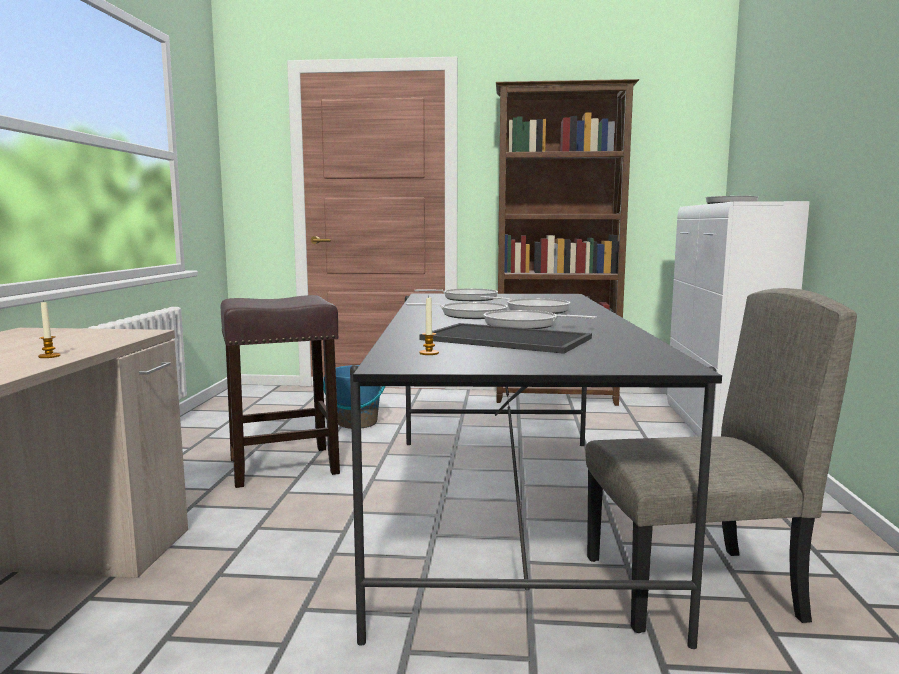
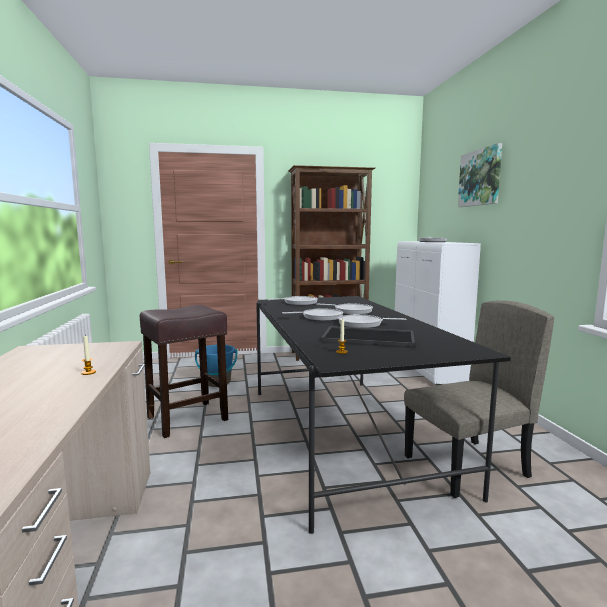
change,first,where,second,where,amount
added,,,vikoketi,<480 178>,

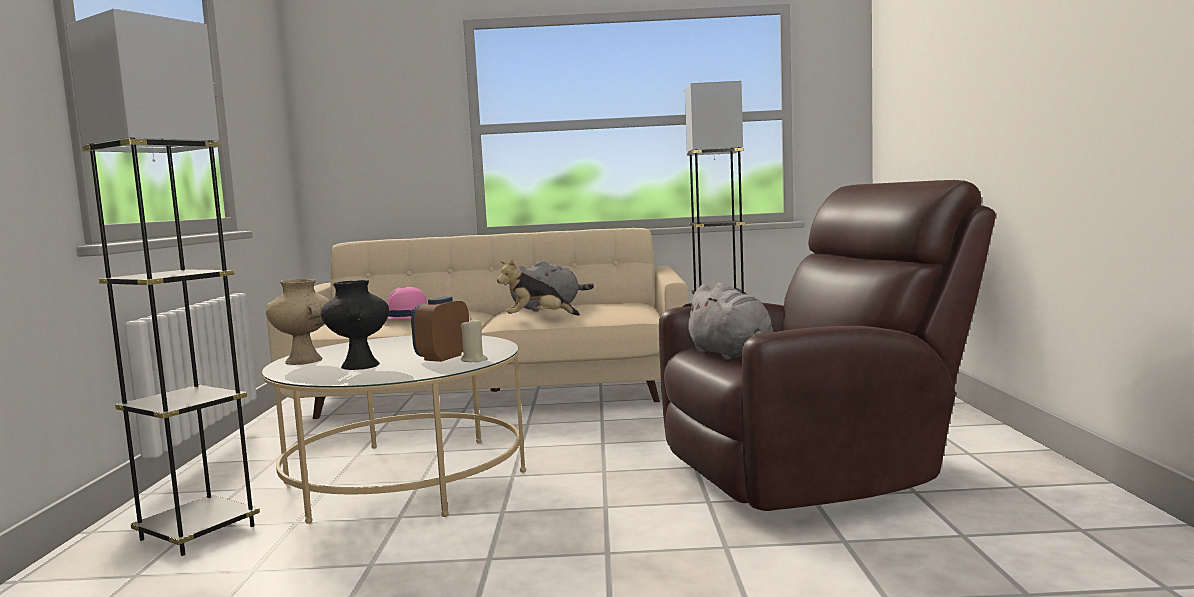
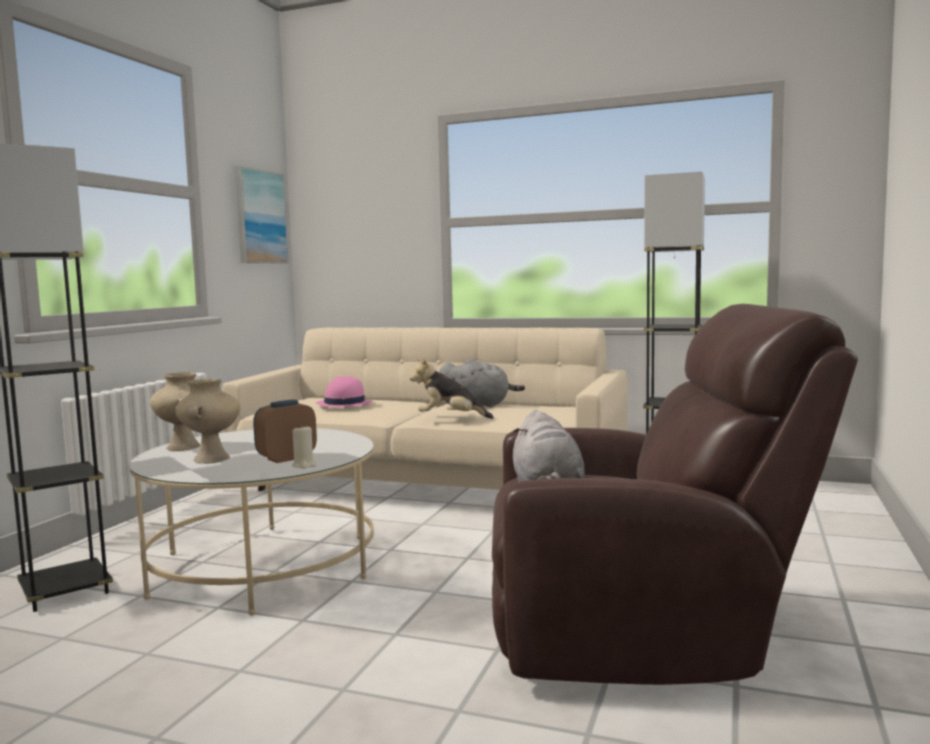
change,first,where,second,where,amount
recoloured,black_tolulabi,<359 366>,beige_tolulabi,<211 459>,
added,,,vikoketi,<260 217>,

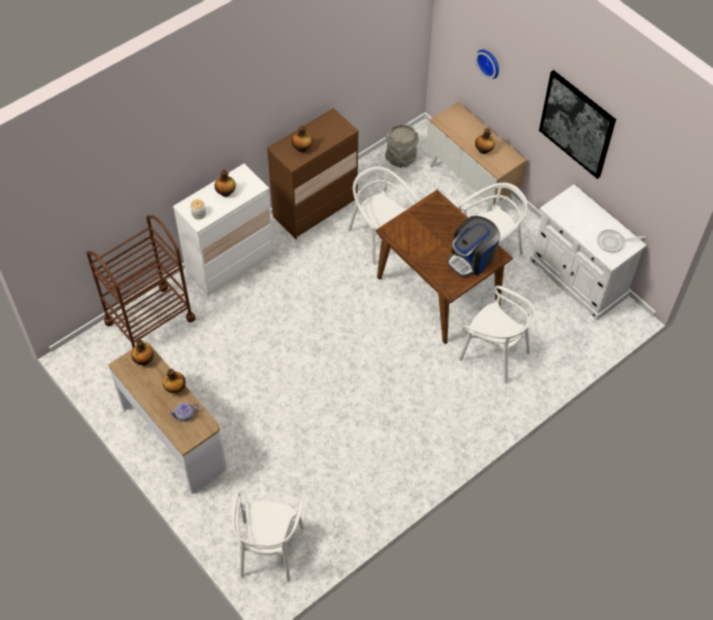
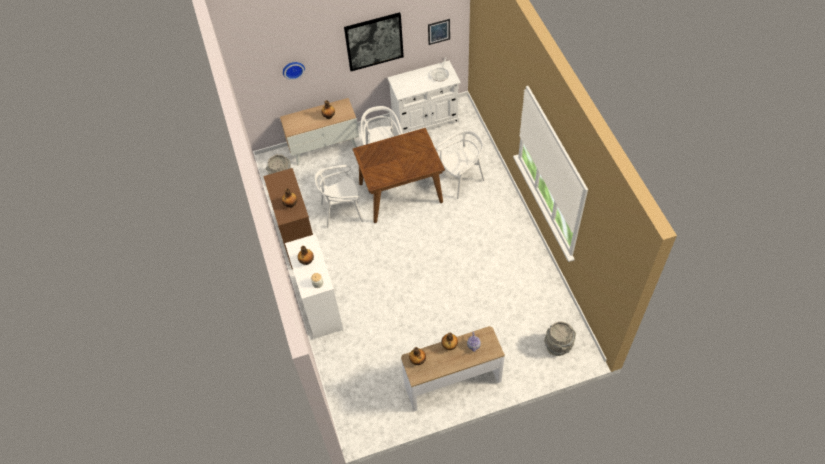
change,first,where,second,where,amount
removed,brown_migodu,<150 320>,,,
replaced,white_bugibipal,<269 550>,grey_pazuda,<558 346>,
removed,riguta,<472 258>,,,
added,,,vikoketi,<439 31>,

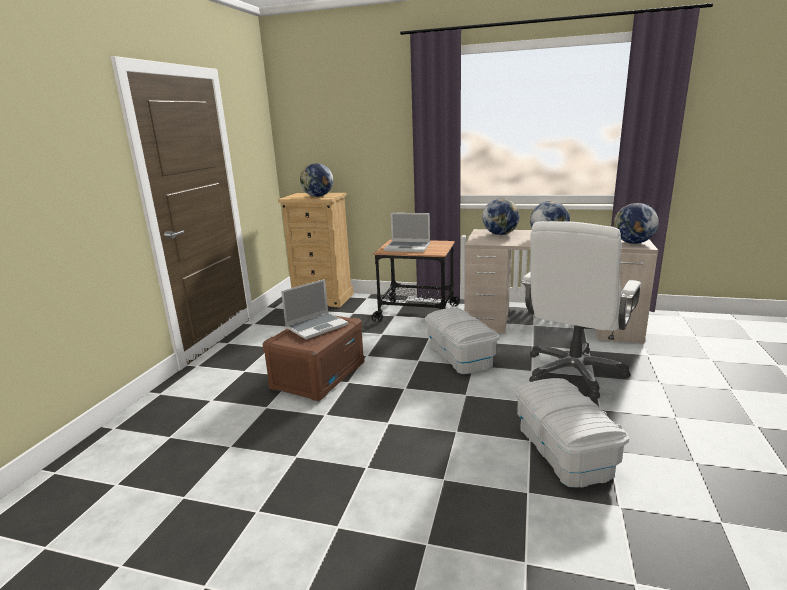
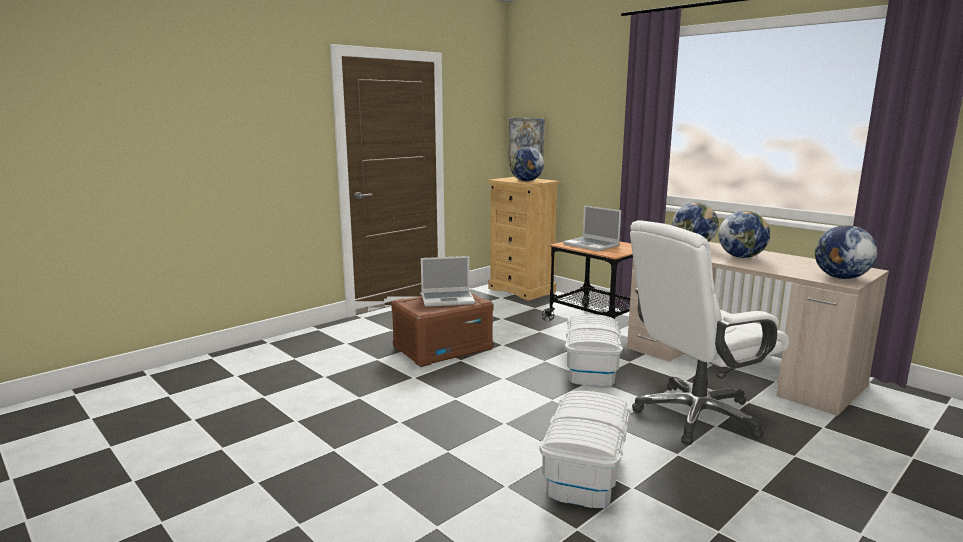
change,first,where,second,where,amount
added,,,vikoketi,<527 140>,

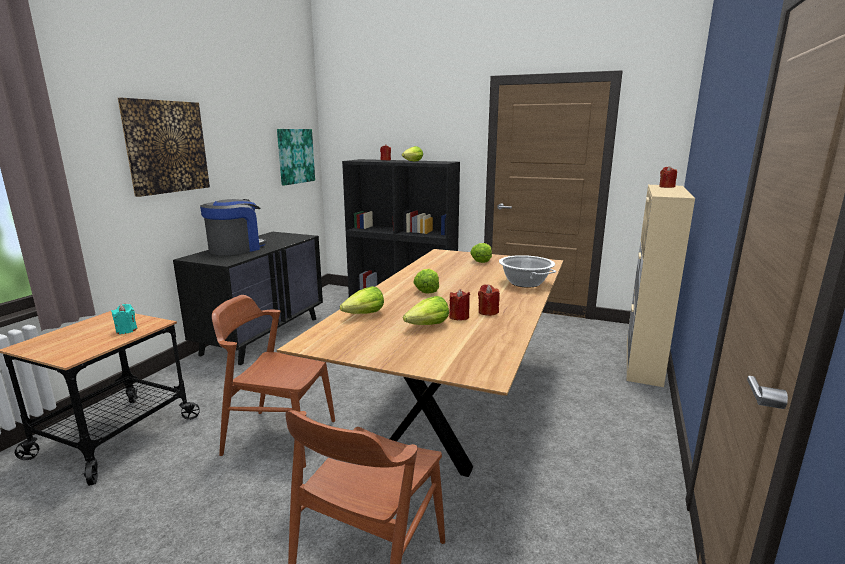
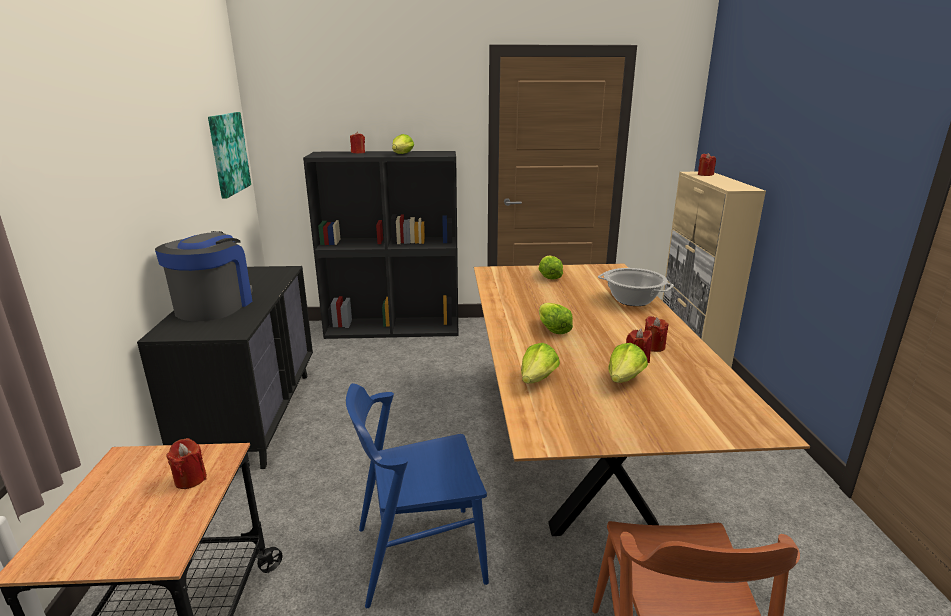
change,first,where,second,where,amount
recoloured,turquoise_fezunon,<126 330>,red_fezunon,<190 479>,
removed,vikoketi,<166 147>,,,
recoloured,brown_bugibipal,<280 437>,blue_bugibipal,<419 554>,

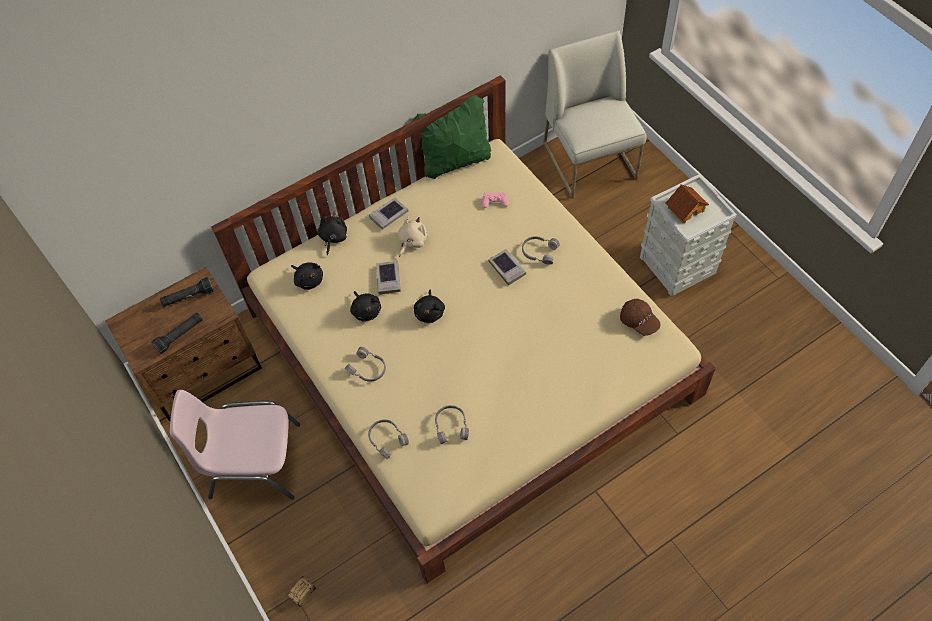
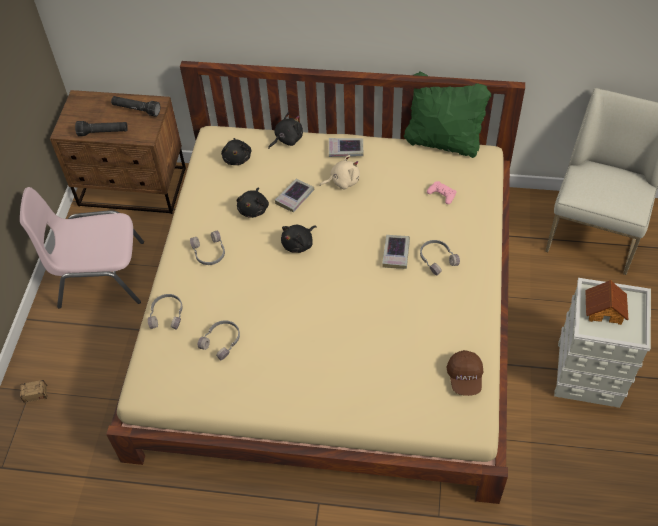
change,first,where,second,where,amount
turned,pink_bugibipal,<253 461>,,<100 275>,45 degrees counterclockwise

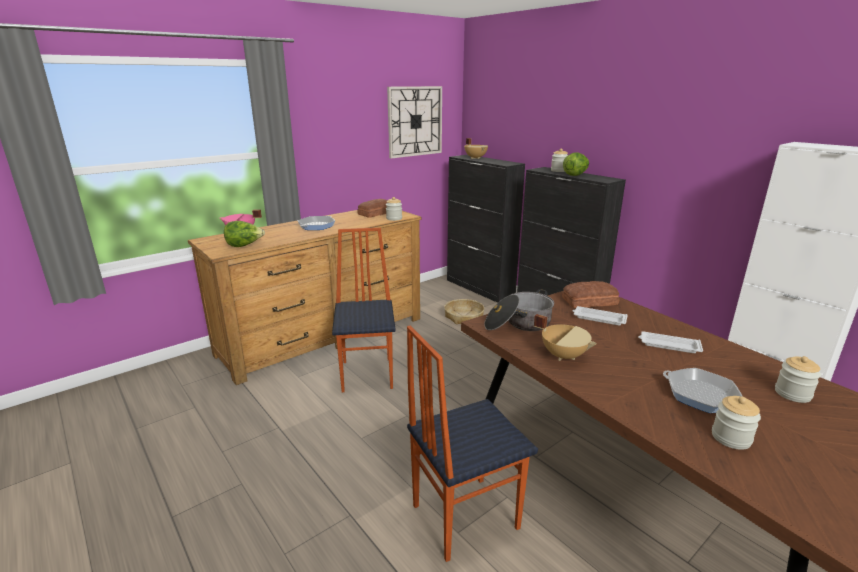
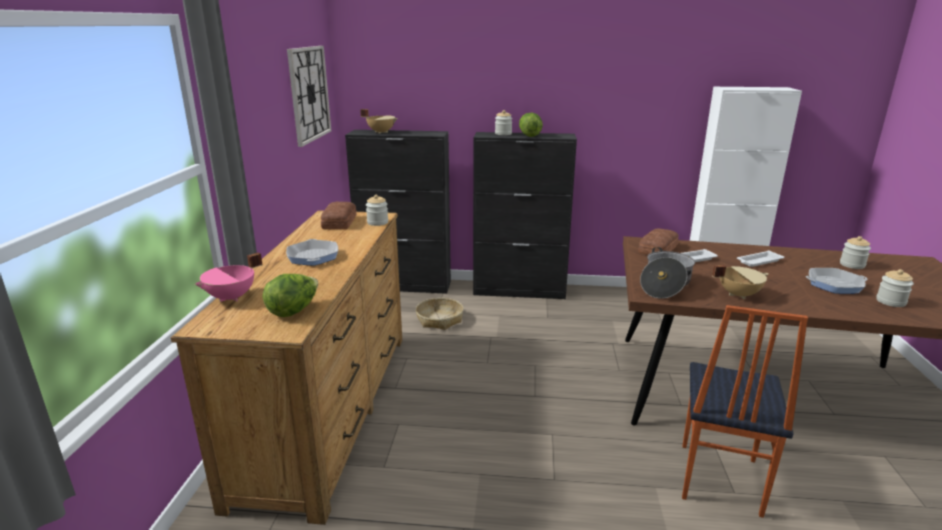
change,first,where,second,where,amount
removed,bugibipal,<368 374>,,,

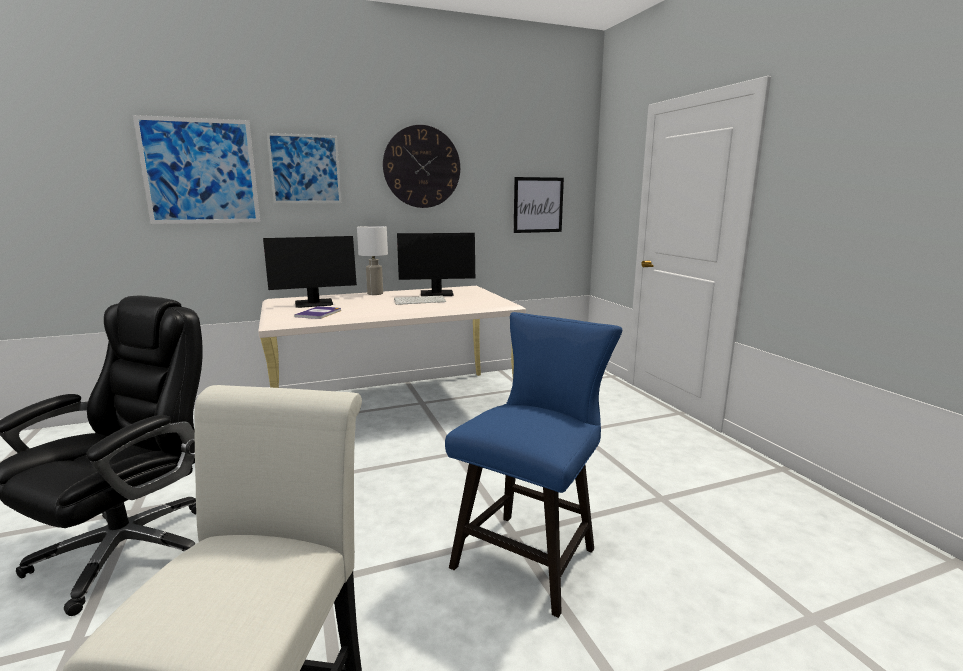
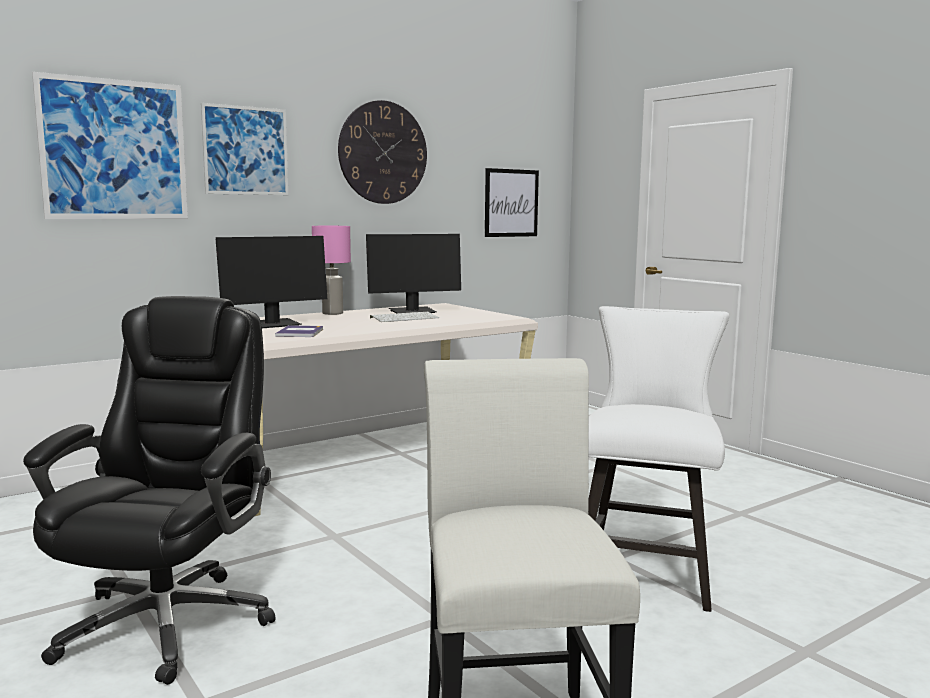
change,first,where,second,where,amount
recoloured,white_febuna,<375 294>,pink_febuna,<333 313>,
recoloured,blue_bugibipal,<531 553>,white_bugibipal,<645 569>,

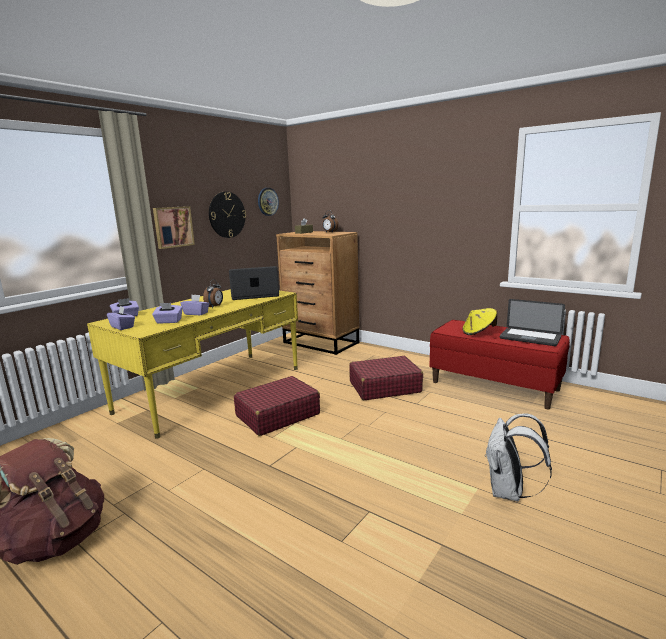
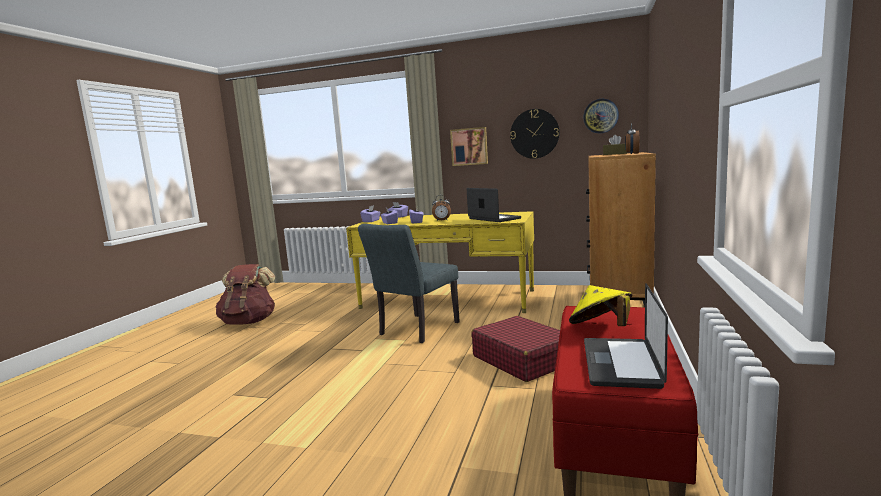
change,first,where,second,where,amount
replaced,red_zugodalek,<277 415>,grey_bugibipal,<415 330>,
removed,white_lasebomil,<509 492>,,,

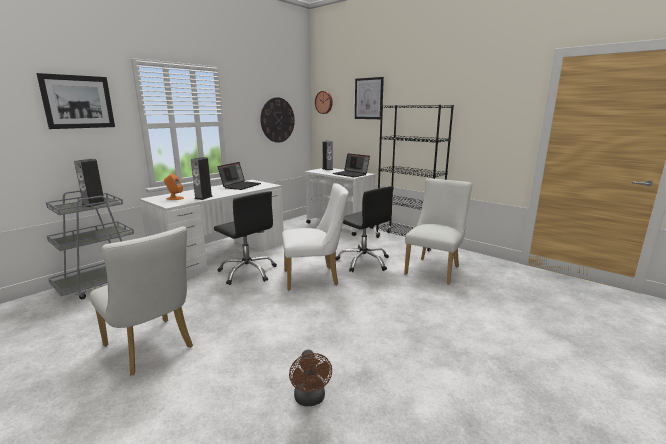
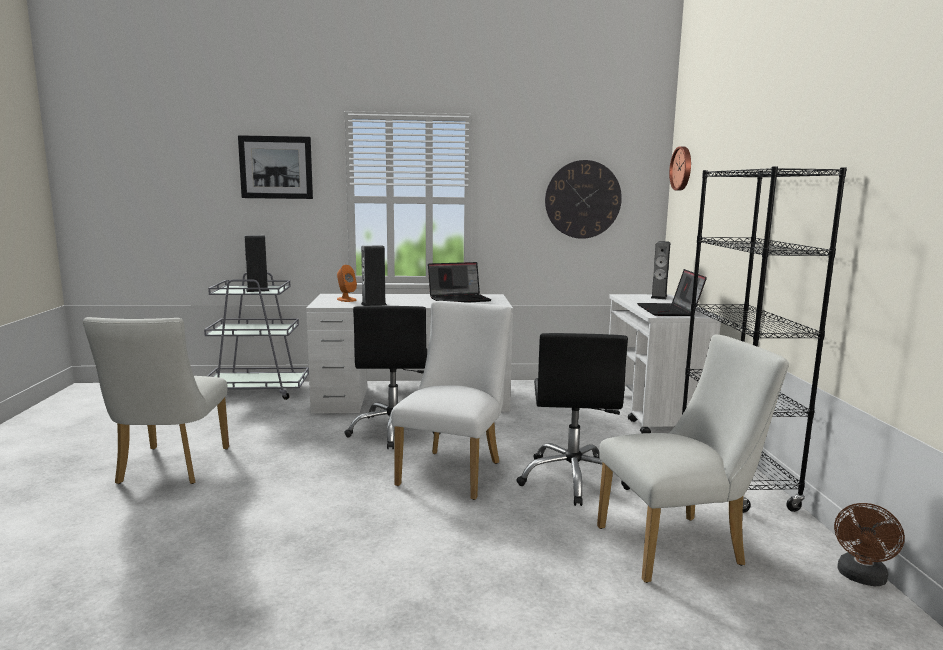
change,first,where,second,where,amount
turned,white_bugibipal,<315 277>,,<454 470>,105 degrees counterclockwise
moved,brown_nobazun,<310 399>,,<861 578>,
removed,vikoketi,<369 98>,,,

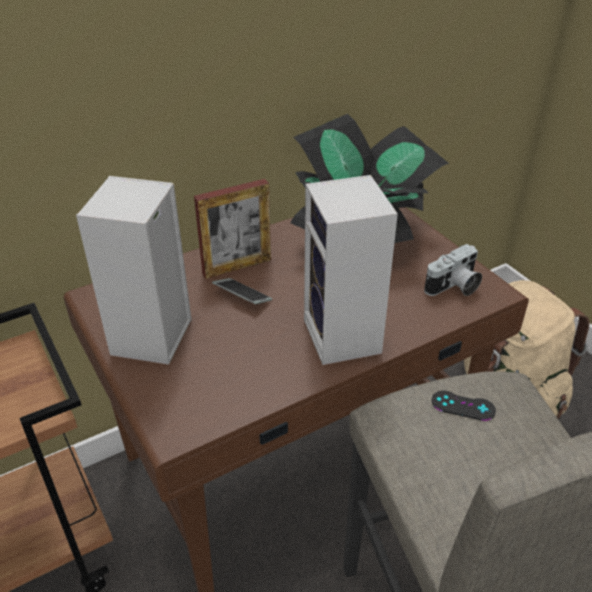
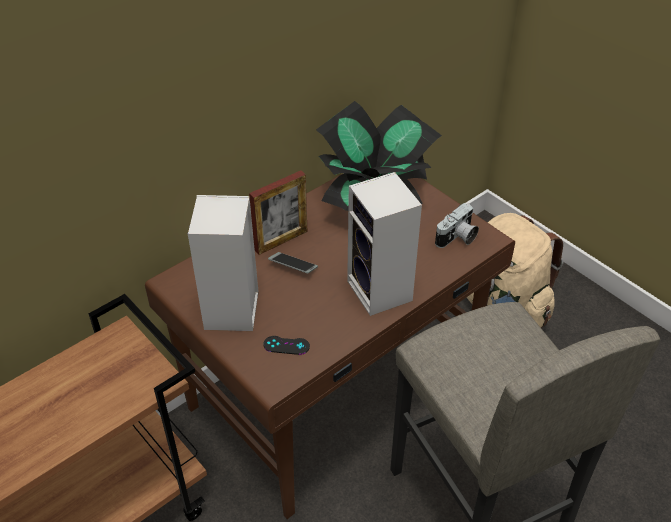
change,first,where,second,where,amount
moved,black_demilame,<463 406>,,<286 345>,

